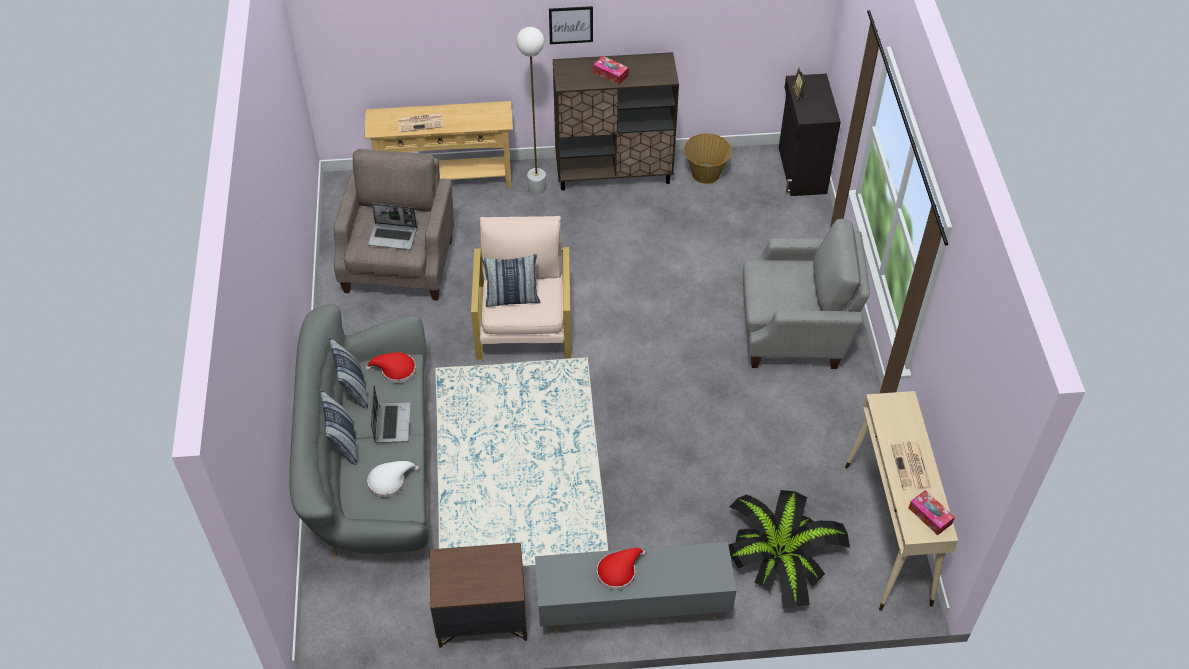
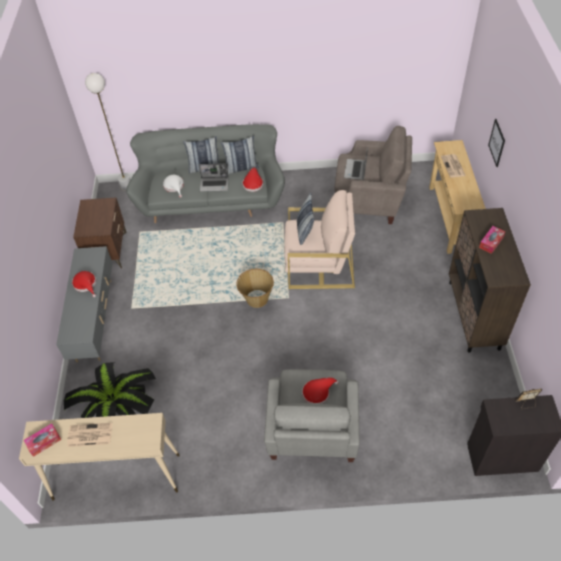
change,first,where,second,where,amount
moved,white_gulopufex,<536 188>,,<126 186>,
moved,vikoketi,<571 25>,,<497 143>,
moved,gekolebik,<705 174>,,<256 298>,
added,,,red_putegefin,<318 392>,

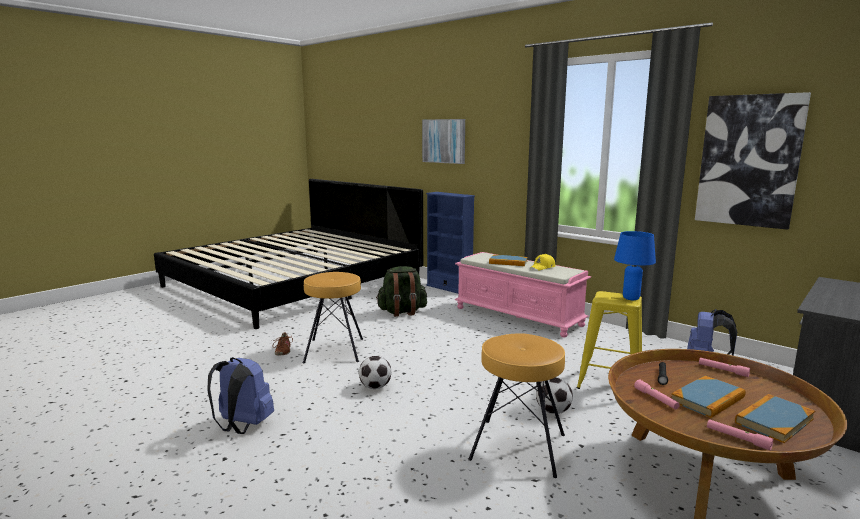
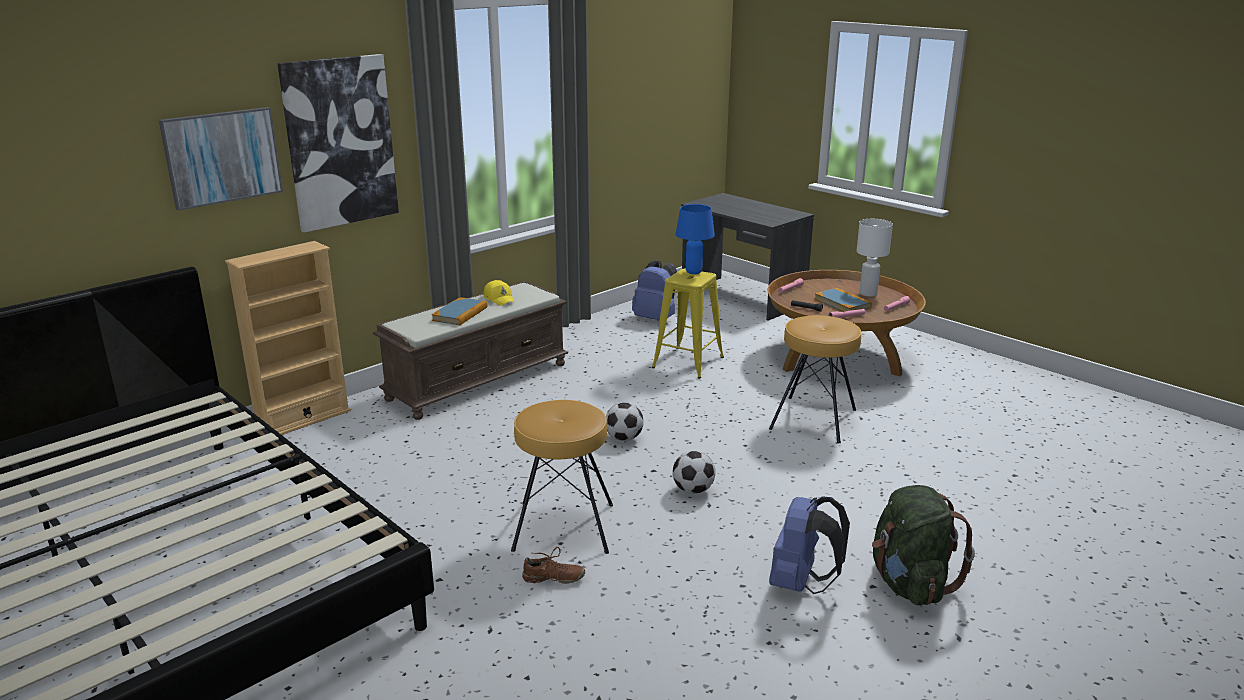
change,first,where,second,where,amount
moved,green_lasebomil,<402 312>,,<909 584>,
recoloured,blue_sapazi,<449 288>,beige_sapazi,<303 420>,
recoloured,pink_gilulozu,<519 316>,brown_gilulozu,<478 381>,
moved,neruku,<553 411>,,<624 438>,
moved,vikoketi,<749 161>,,<340 142>,
replaced,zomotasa,<774 420>,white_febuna,<868 294>,

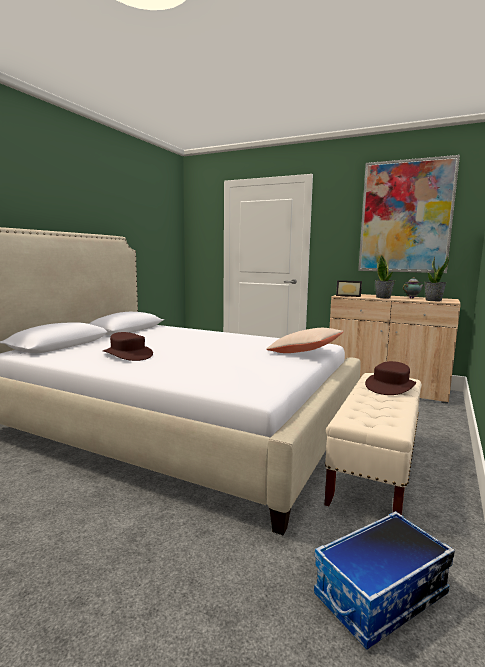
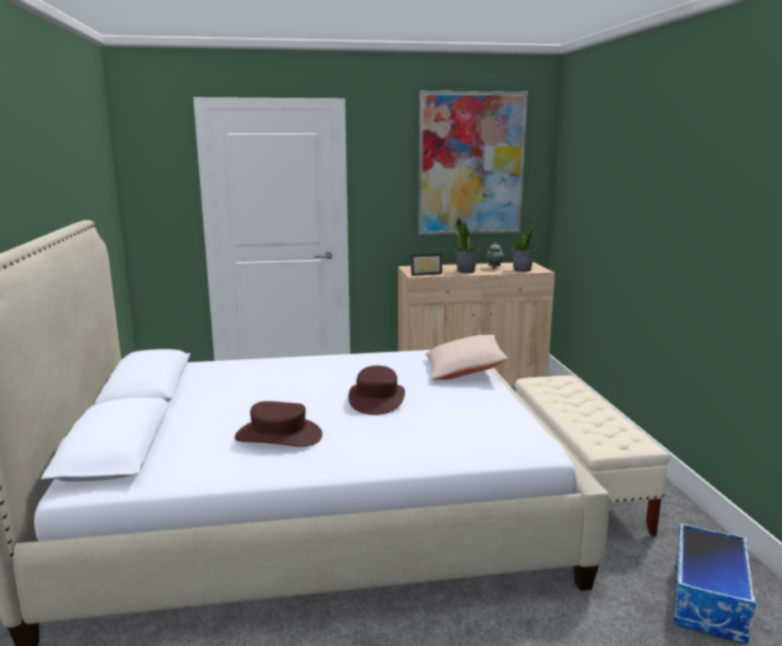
change,first,where,second,where,amount
moved,brown_putegefin,<390 386>,,<377 399>,

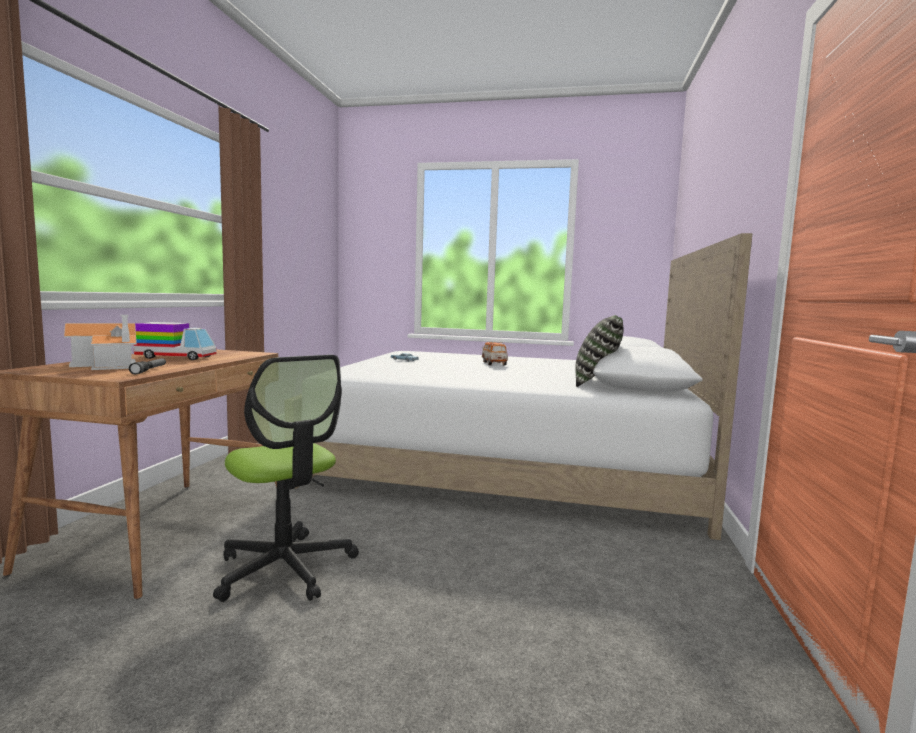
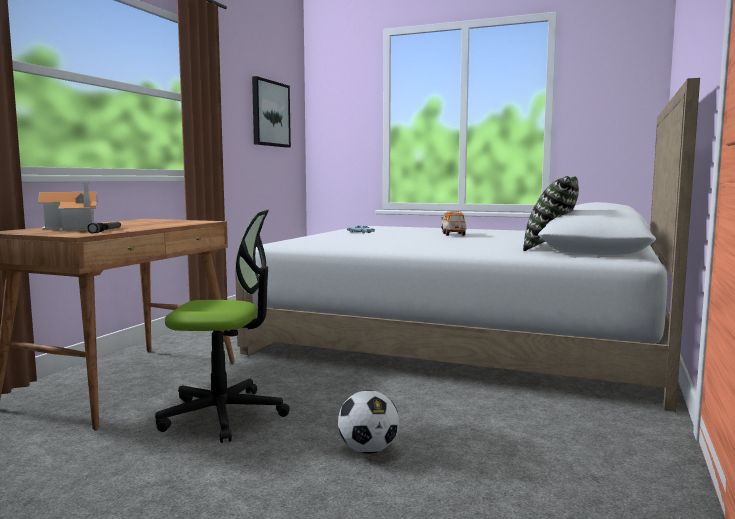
change,first,where,second,where,amount
removed,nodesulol,<176 357>,,,
turned,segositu,<285 568>,,<223 415>,60 degrees counterclockwise
added,,,vikoketi,<270 113>,
added,,,neruku,<368 450>,

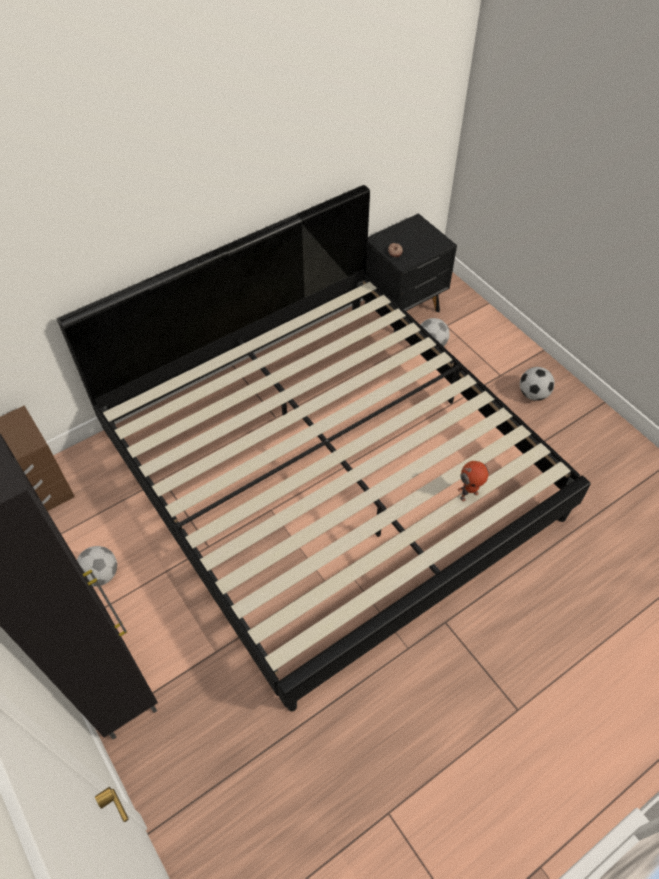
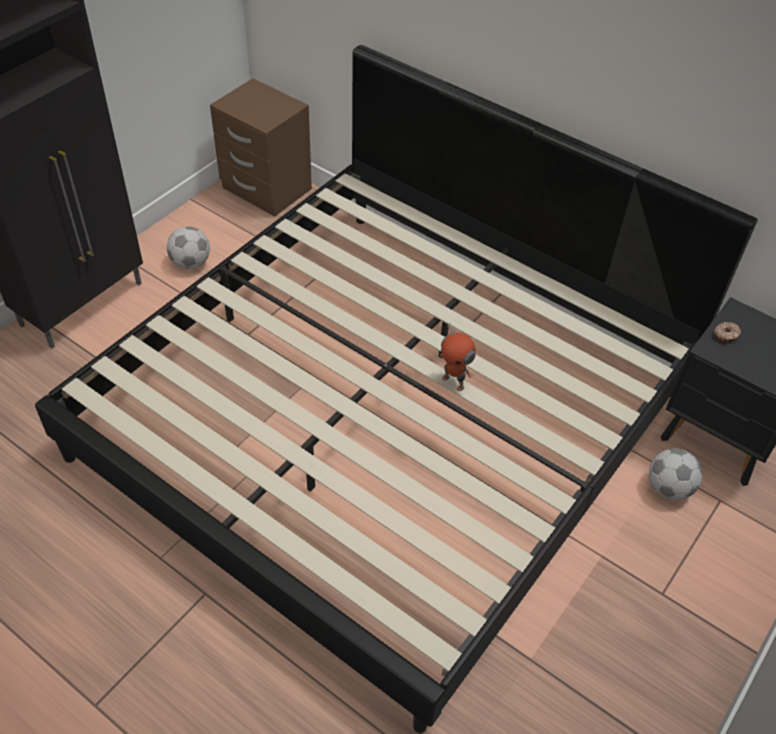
change,first,where,second,where,amount
moved,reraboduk,<468 494>,,<454 382>,
removed,neruku,<533 394>,,,

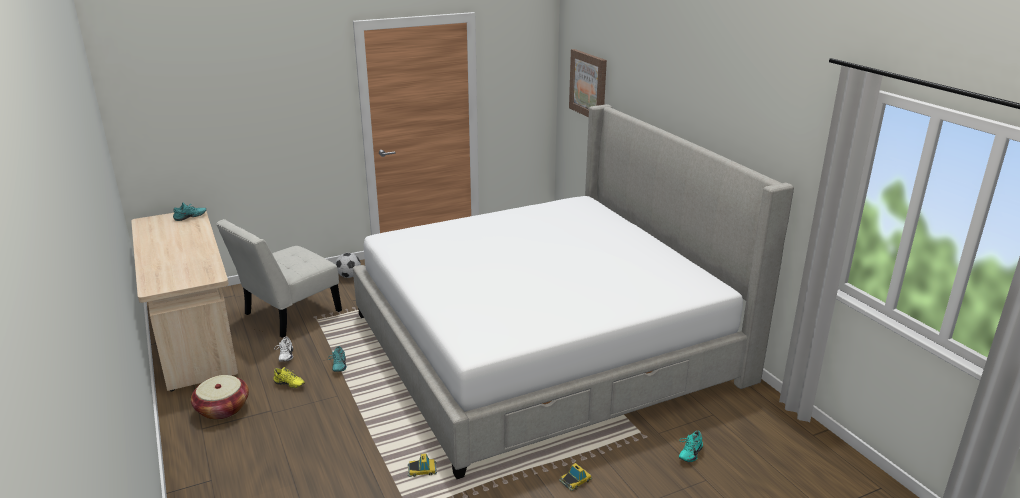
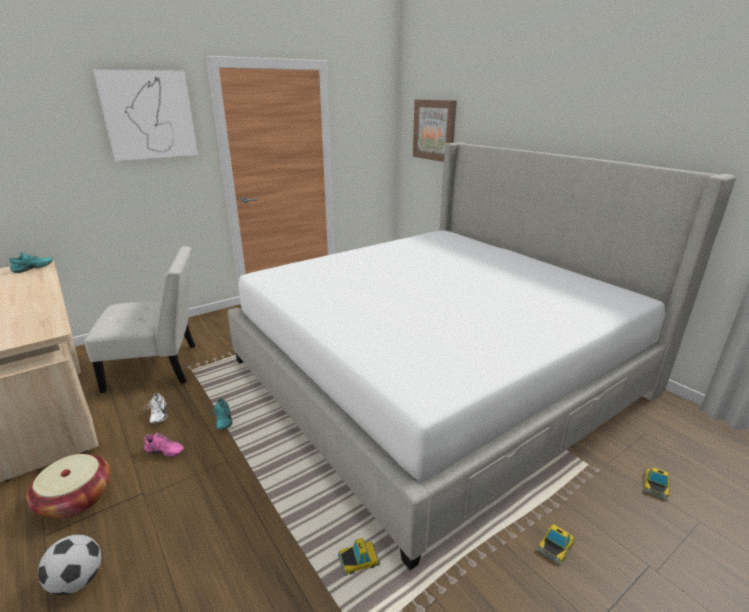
change,first,where,second,where,amount
turned,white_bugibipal,<288 314>,,<158 367>,135 degrees counterclockwise
recoloured,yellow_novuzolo,<288 385>,pink_novuzolo,<164 453>,
moved,neruku,<349 276>,,<78 580>,
replaced,turquoise_novuzolo,<689 453>,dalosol,<655 485>,
added,,,vikoketi,<149 115>,

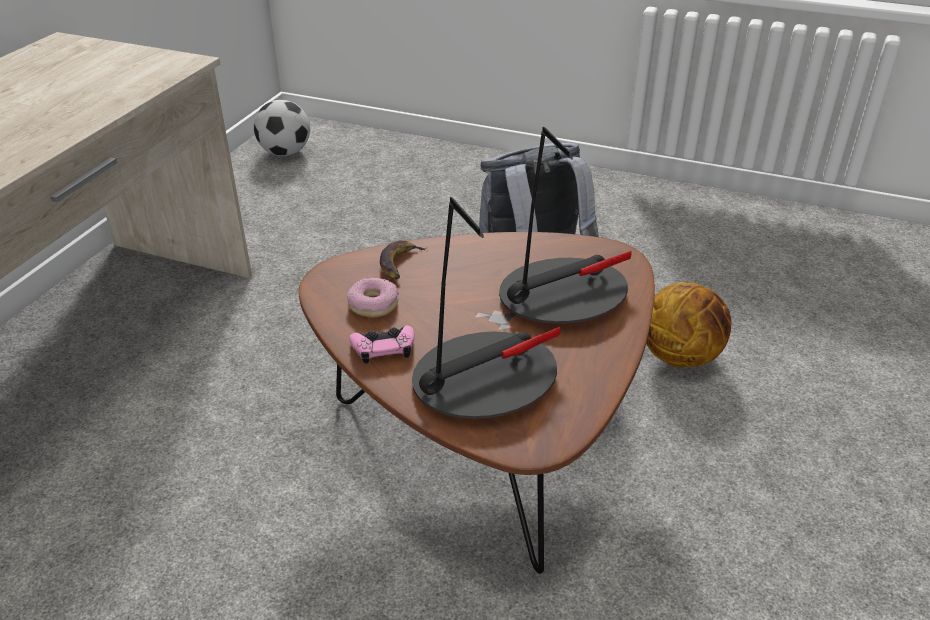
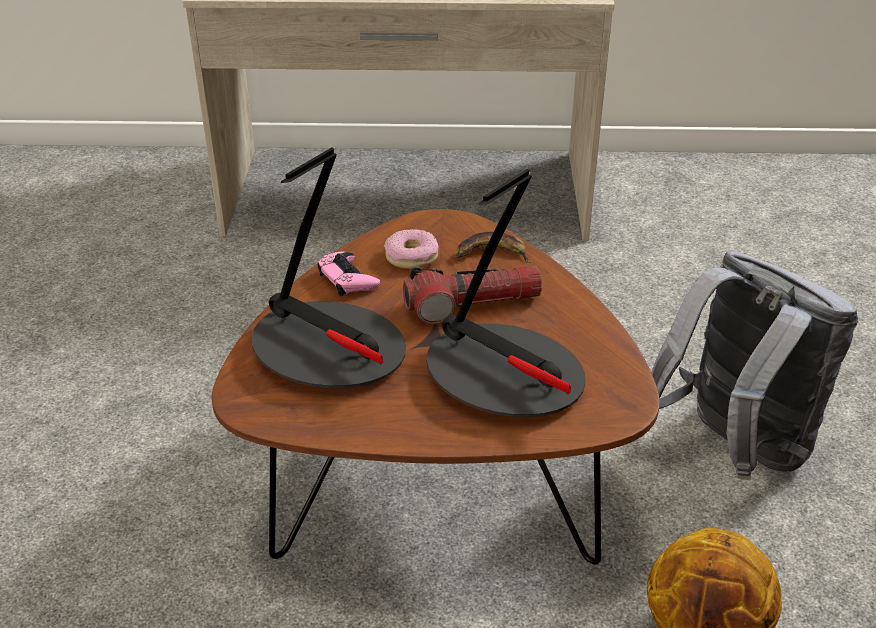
change,first,where,second,where,amount
removed,neruku,<285 153>,,,
added,,,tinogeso,<472 305>,

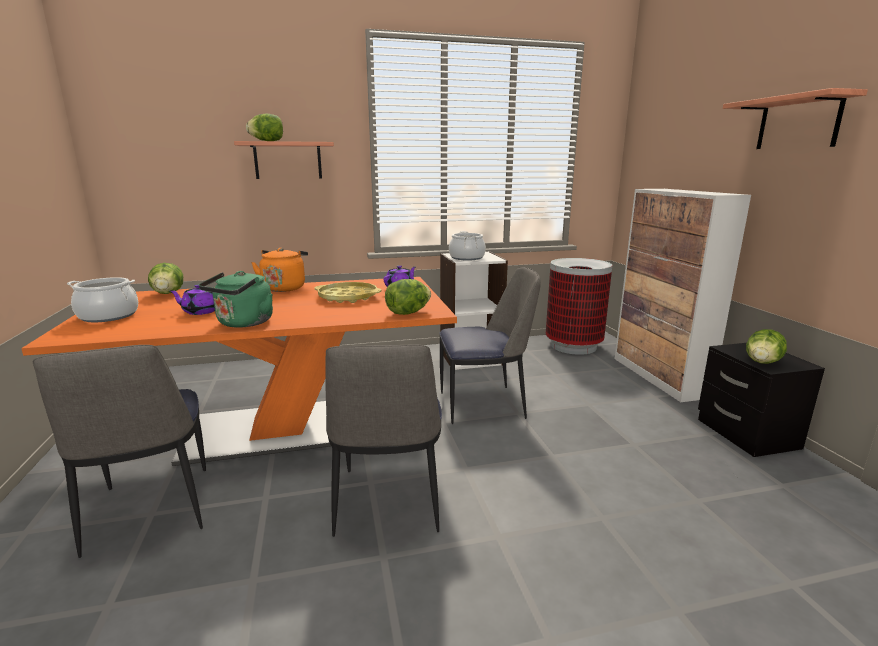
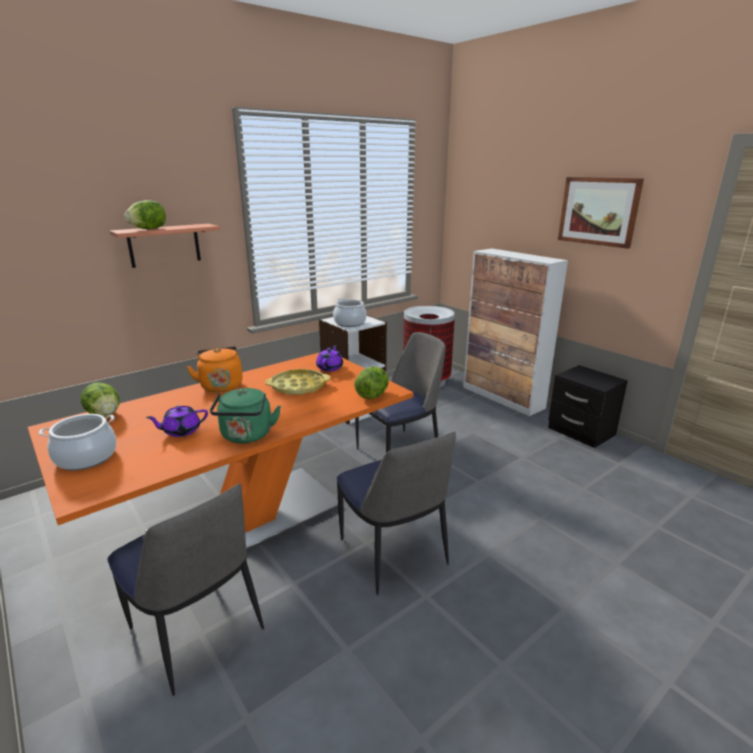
change,first,where,second,where,amount
replaced,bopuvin,<798 123>,vikoketi,<598 211>,
removed,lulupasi,<762 362>,,,

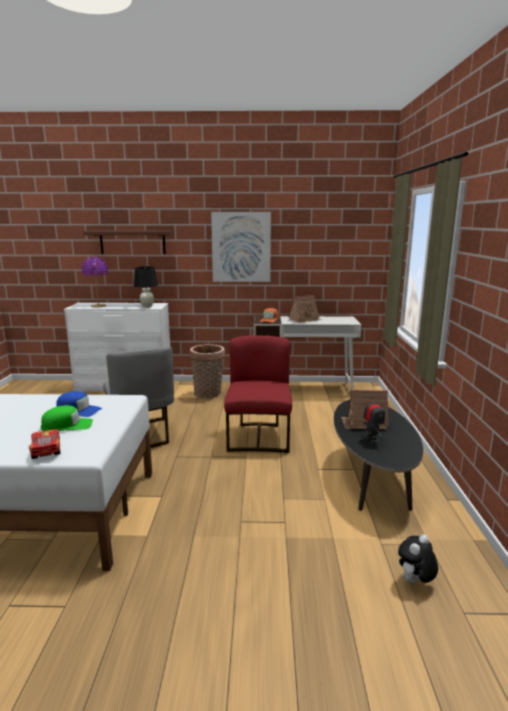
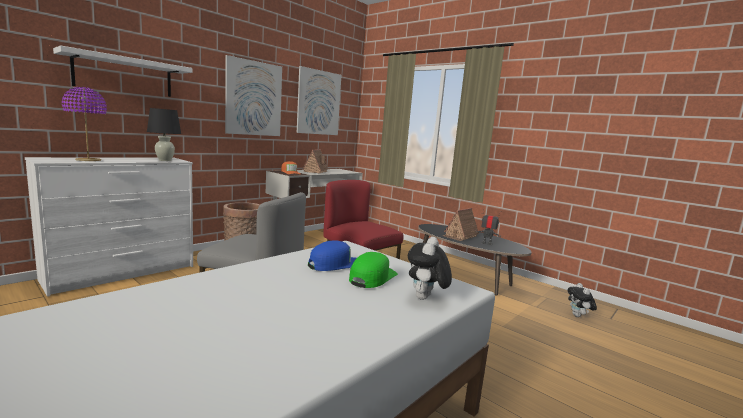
change,first,where,second,where,amount
replaced,dalosol,<46 449>,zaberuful,<425 299>,
recoloured,brown_bopuvin,<132 242>,white_bopuvin,<124 75>,
added,,,vikoketi,<319 102>,

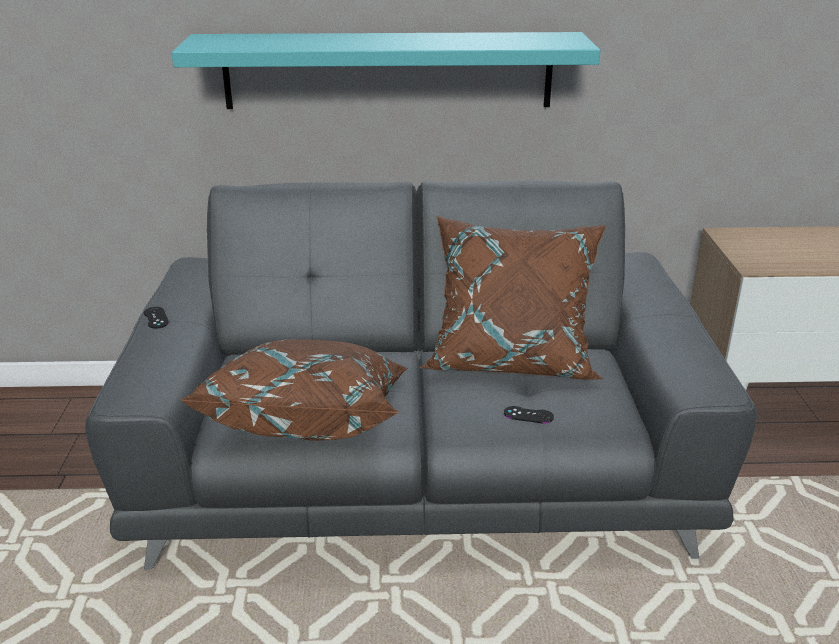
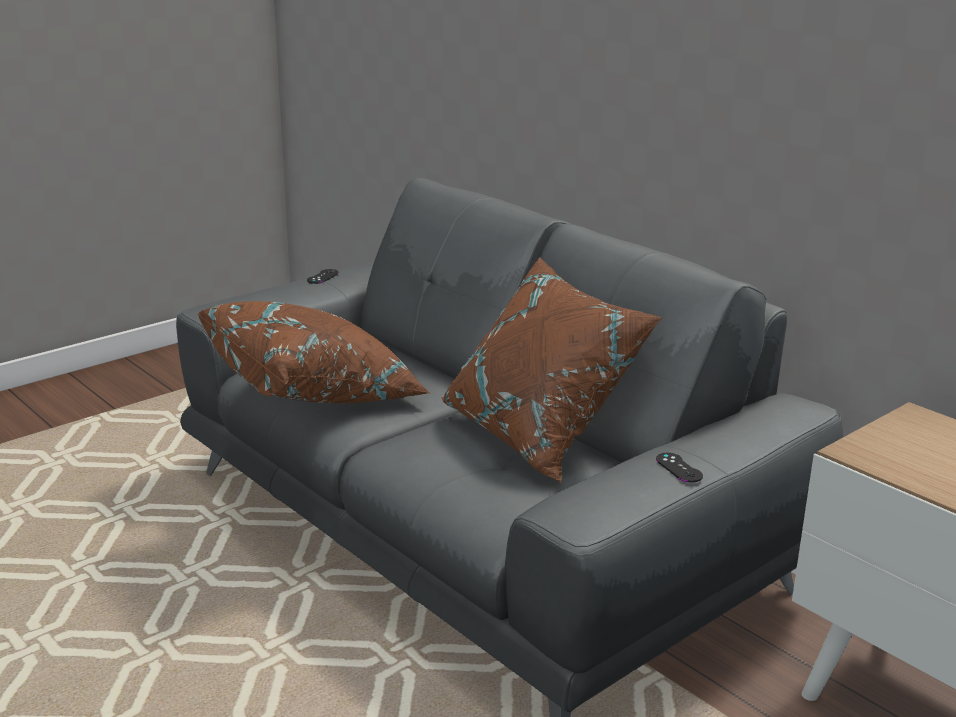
change,first,where,second,where,amount
removed,turquoise_bopuvin,<388 70>,,,
moved,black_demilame,<528 415>,,<679 468>,

